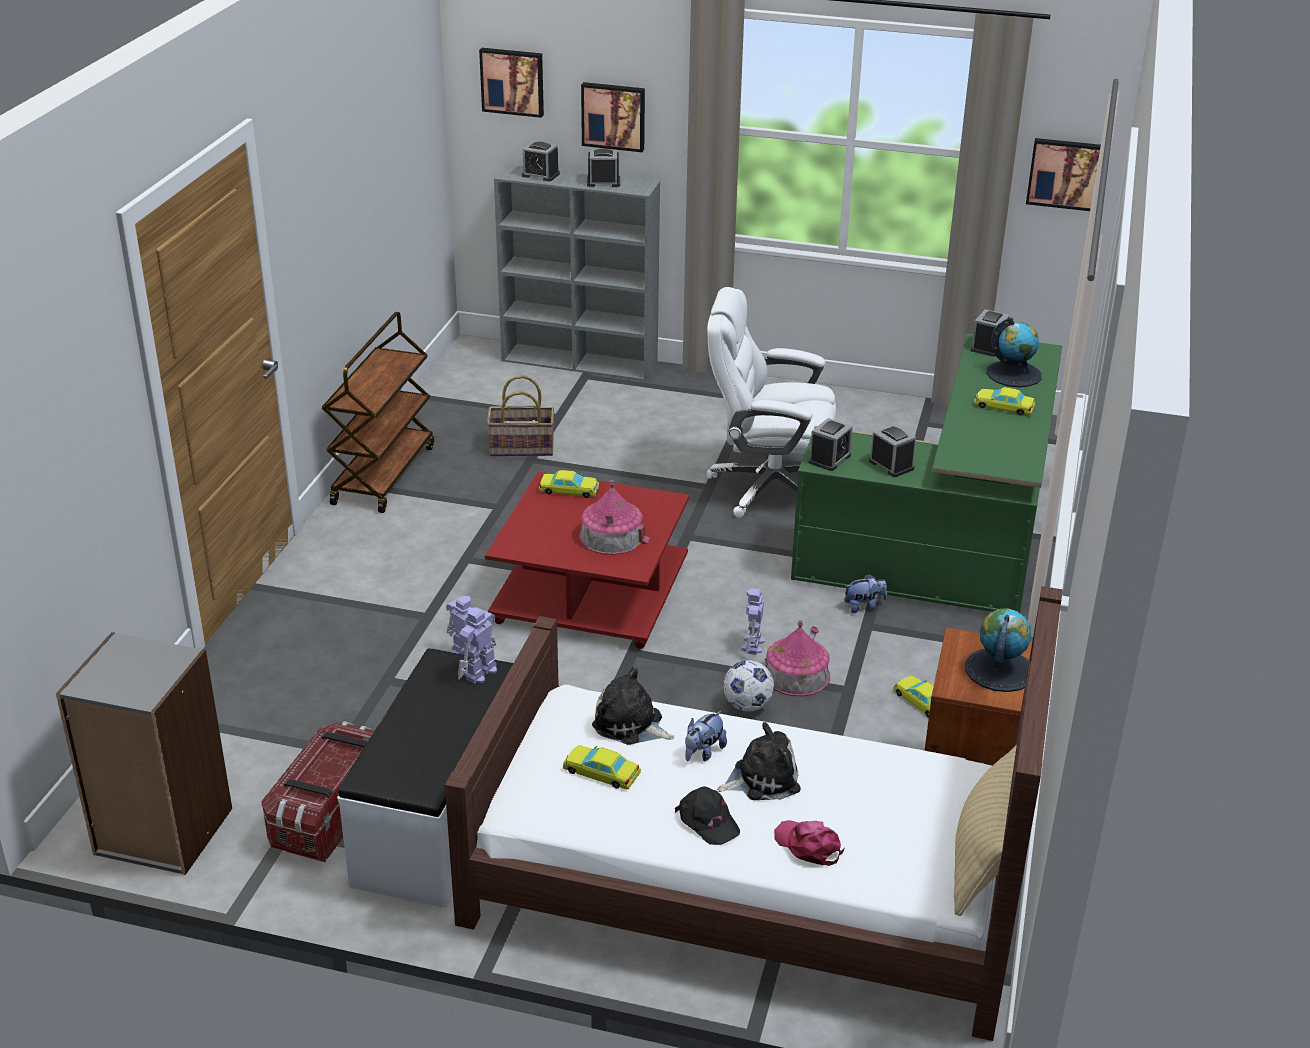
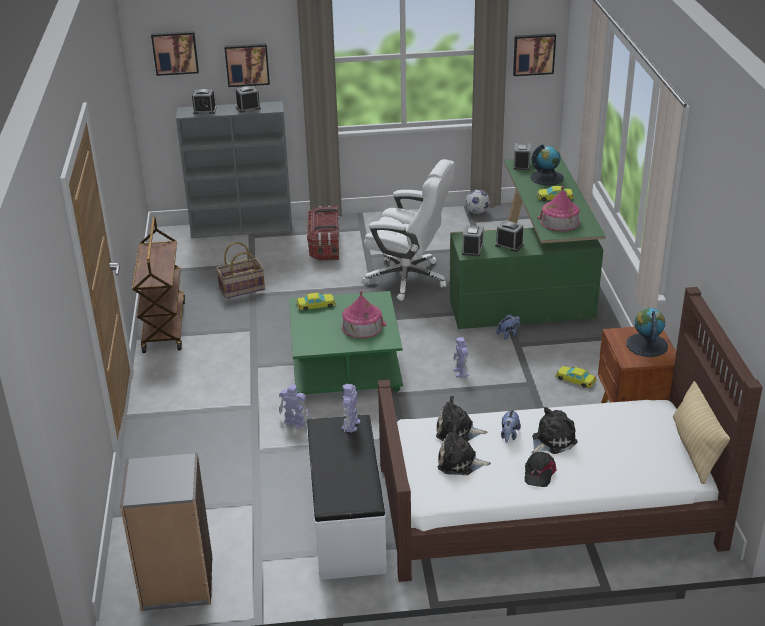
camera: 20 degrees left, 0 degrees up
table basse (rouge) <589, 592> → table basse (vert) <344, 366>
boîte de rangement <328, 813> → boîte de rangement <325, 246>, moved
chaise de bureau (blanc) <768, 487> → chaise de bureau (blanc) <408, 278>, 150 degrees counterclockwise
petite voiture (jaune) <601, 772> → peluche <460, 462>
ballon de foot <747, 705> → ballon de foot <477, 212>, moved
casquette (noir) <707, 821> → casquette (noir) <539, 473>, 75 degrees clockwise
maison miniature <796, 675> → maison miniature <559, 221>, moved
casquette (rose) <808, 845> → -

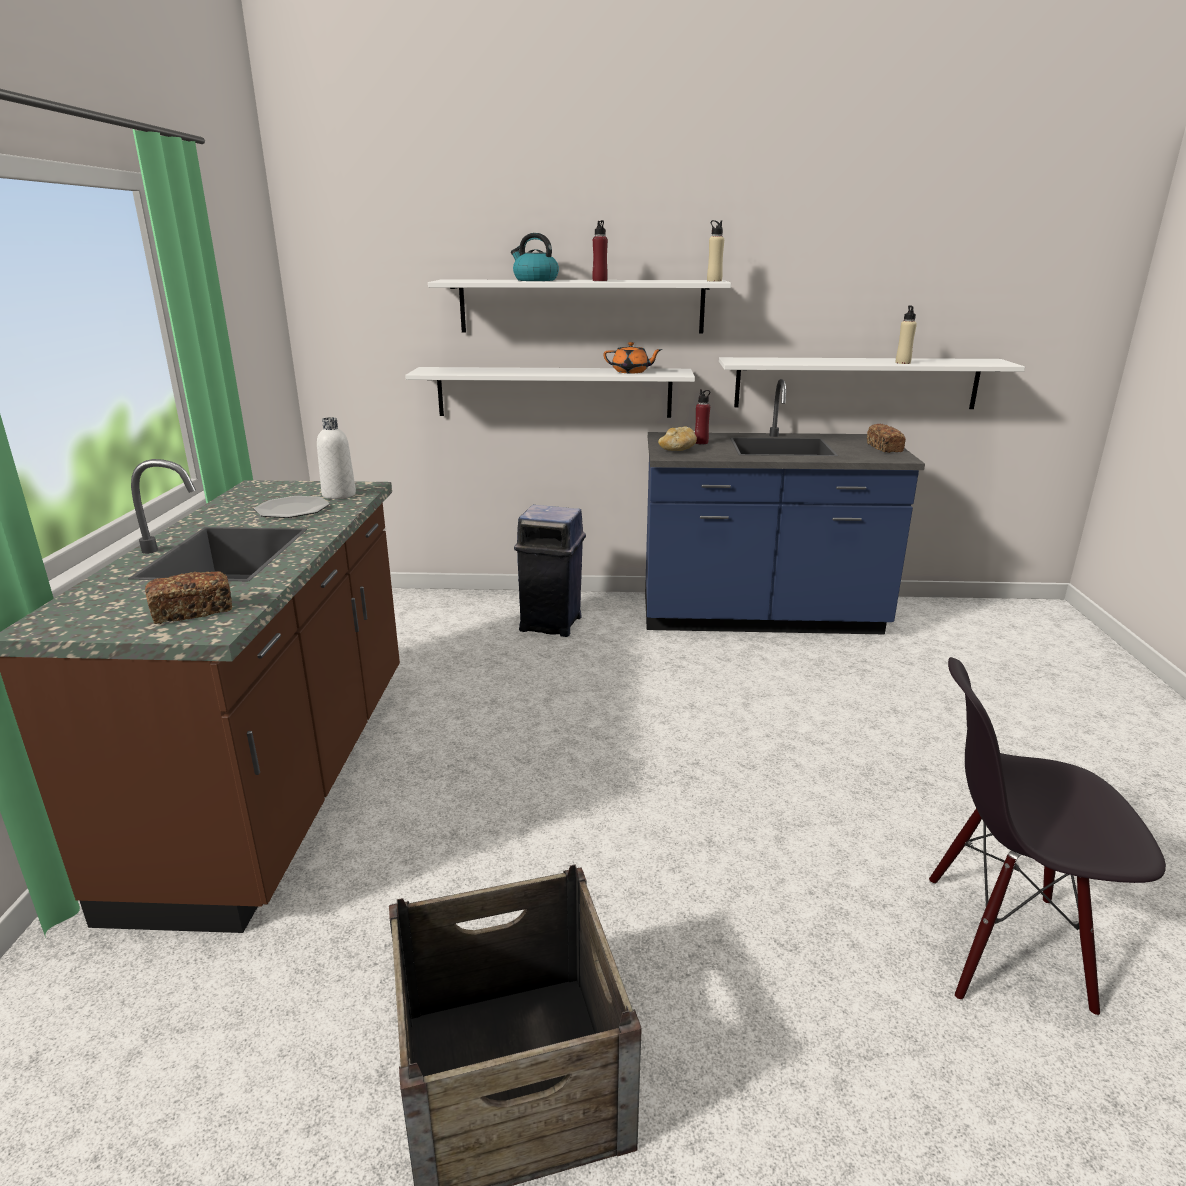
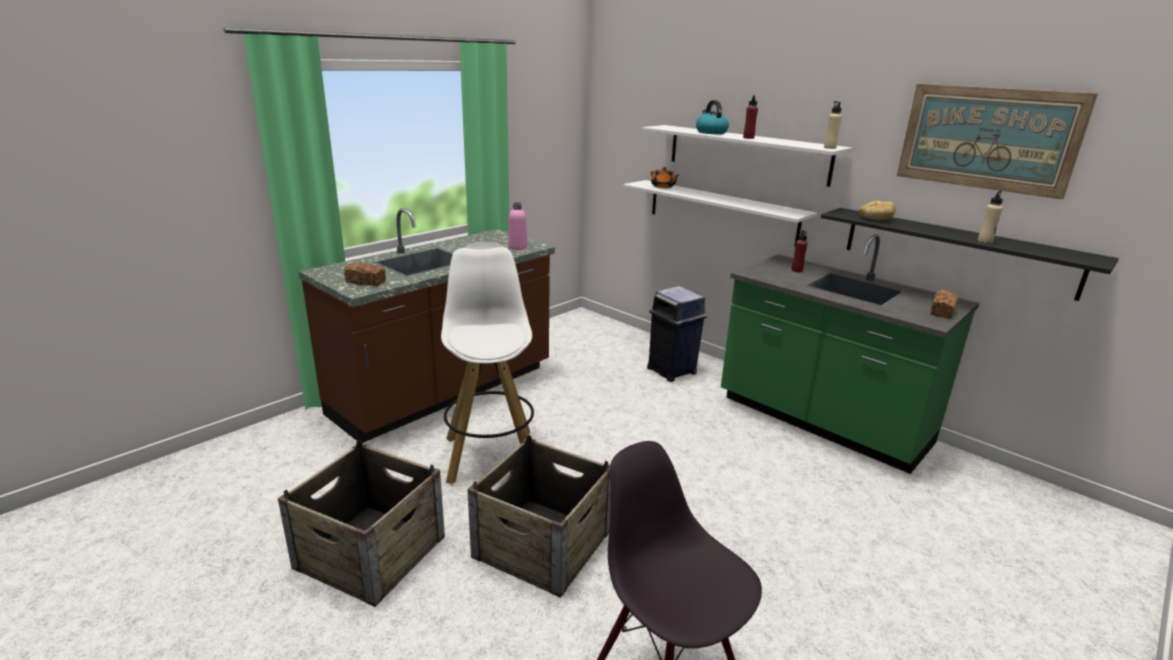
camera: 40 degrees right, 0 degrees up
- → tabouret (blanc) <490, 455>
- → caisse <542, 543>
bouteille (blanc) <339, 495> → bouteille (rose) <517, 247>
théière (orange) <631, 372> → théière (orange) <663, 187>, moved
comptoir de cuisine (bleu) <760, 618> → comptoir de cuisine (vert) <821, 422>
étagère (blanc) <856, 383> → étagère (noir) <956, 251>
pain <677, 450> → pain <875, 219>, moved
- → tableau <987, 138>

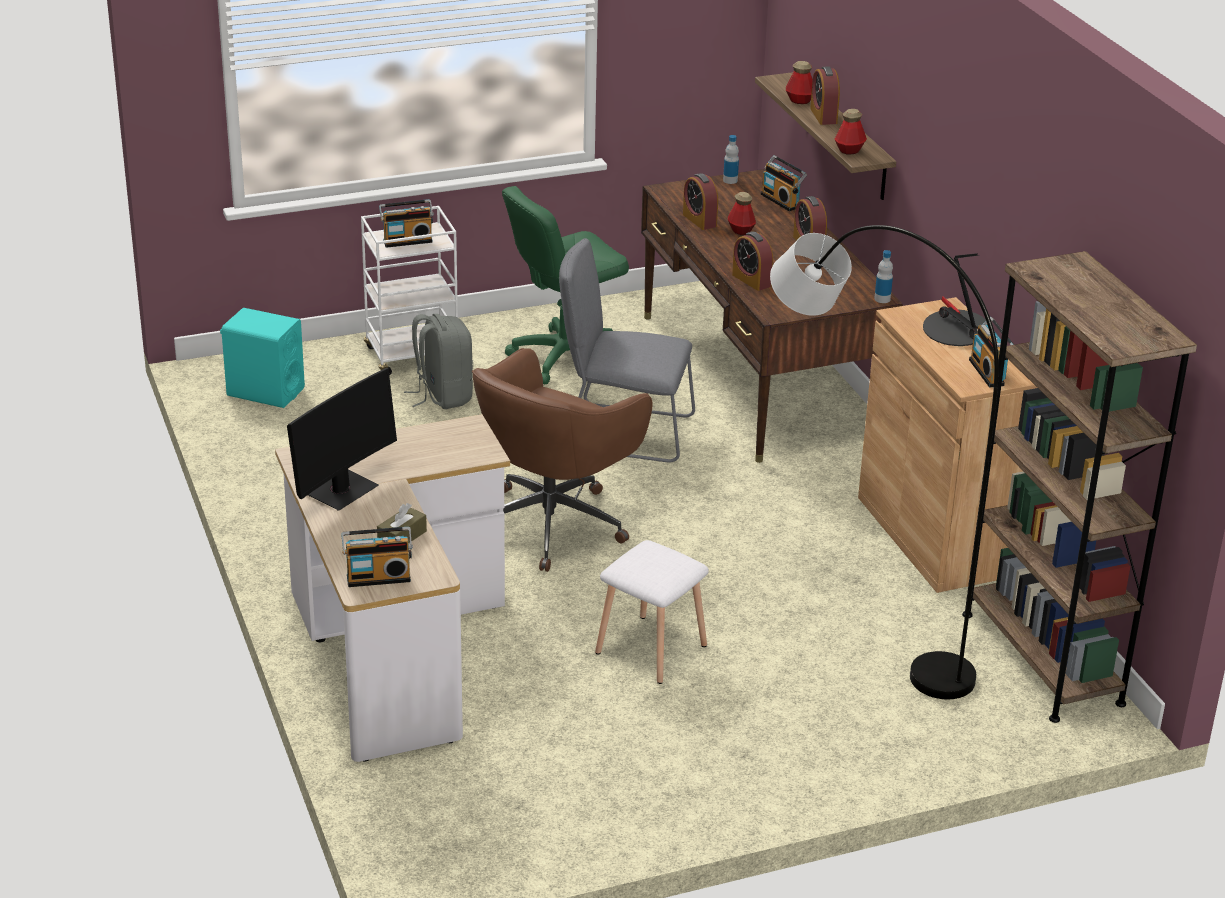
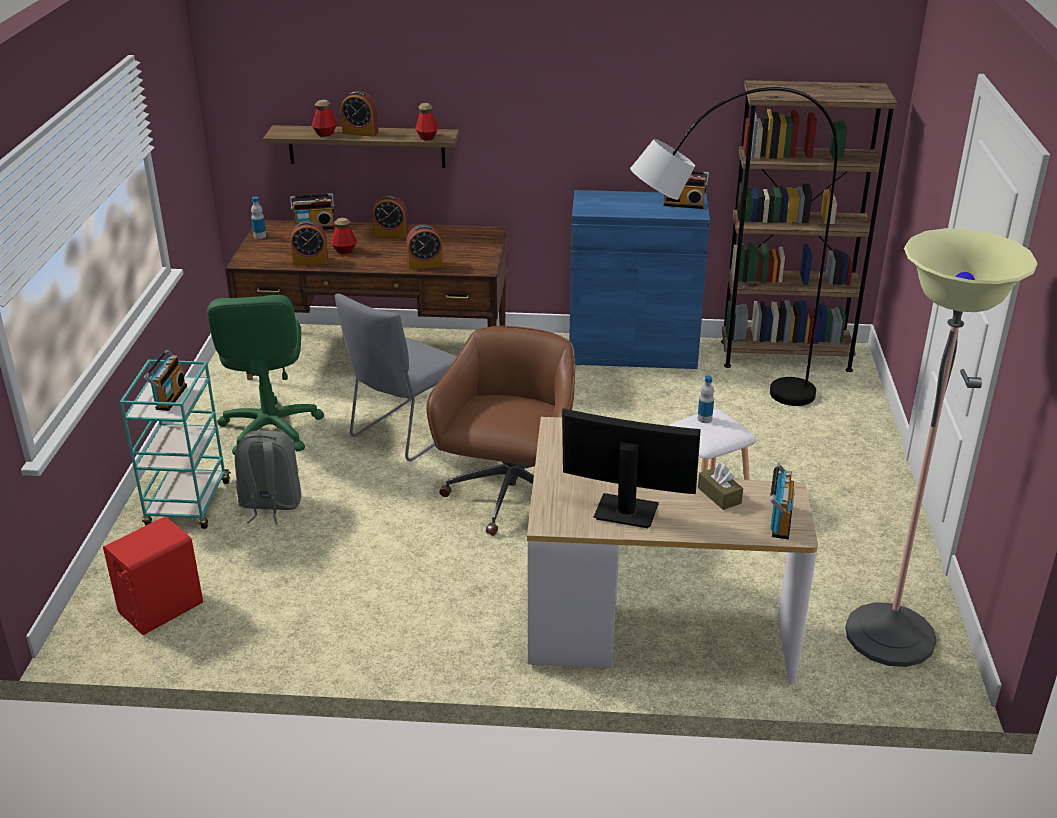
camera: 65 degrees left, 0 degrees up
enceinte (turquoise) <265, 392> → enceinte (rouge) <160, 608>
chariot (blanc) <413, 356> → chariot (turquoise) <188, 505>
chaise de bureau (marron) <553, 523> → chaise de bureau (marron) <510, 497>, 135 degrees counterclockwise
écran d'ordinateur <342, 491> → écran d'ordinateur <626, 511>, 45 degrees counterclockwise
meuble de rangement (marron) <935, 536> → meuble de rangement (bleu) <632, 351>
bouteille <882, 299> → bouteille <704, 419>, moved
- → lampadaire <889, 635>
lampe de table <956, 331> → -

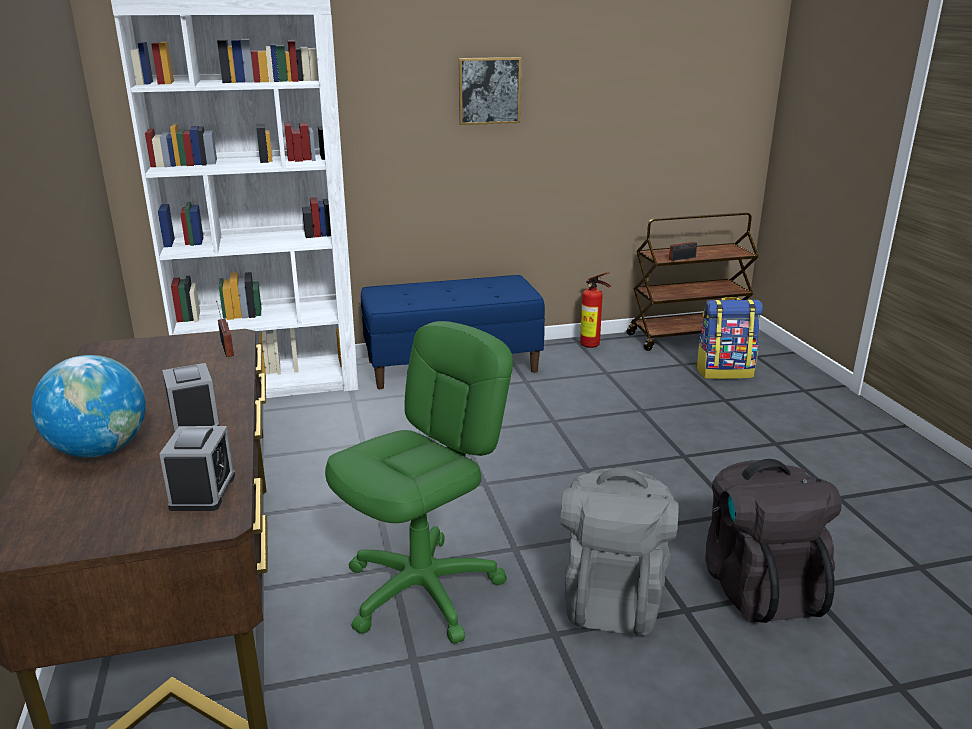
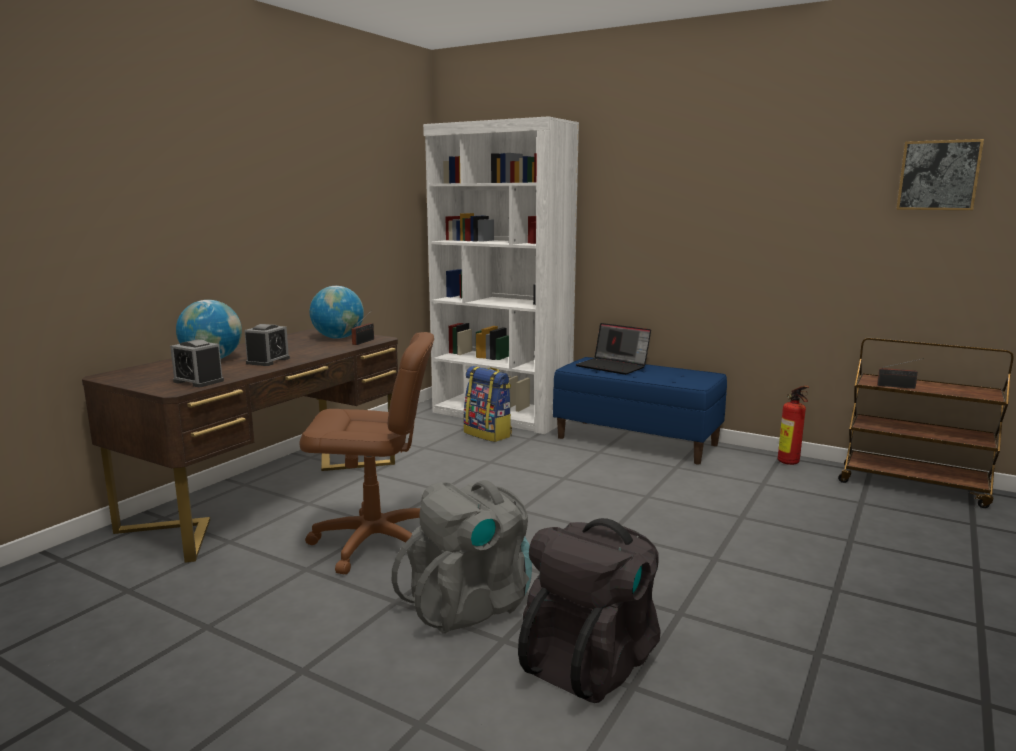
camera: 45 degrees right, 10 degrees down
réveil <203, 491> → réveil <198, 381>, 75 degrees clockwise
chaise de bureau (vert) <423, 591> → chaise de bureau (marron) <374, 543>
- → globe <338, 338>
sac à dos <724, 372> → sac à dos <488, 434>, moved
- → ordinateur portable <613, 366>
tableau <489, 91> → tableau <938, 175>, moved

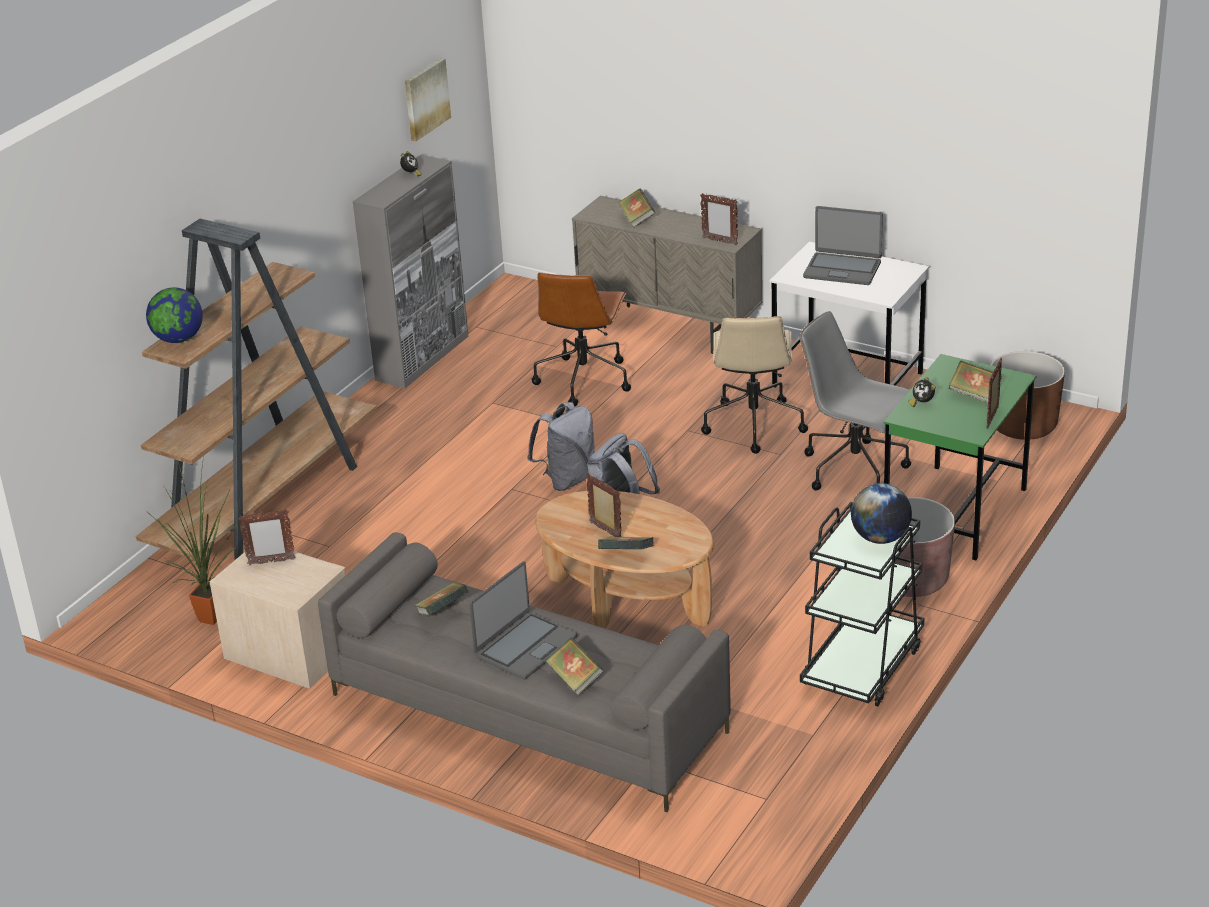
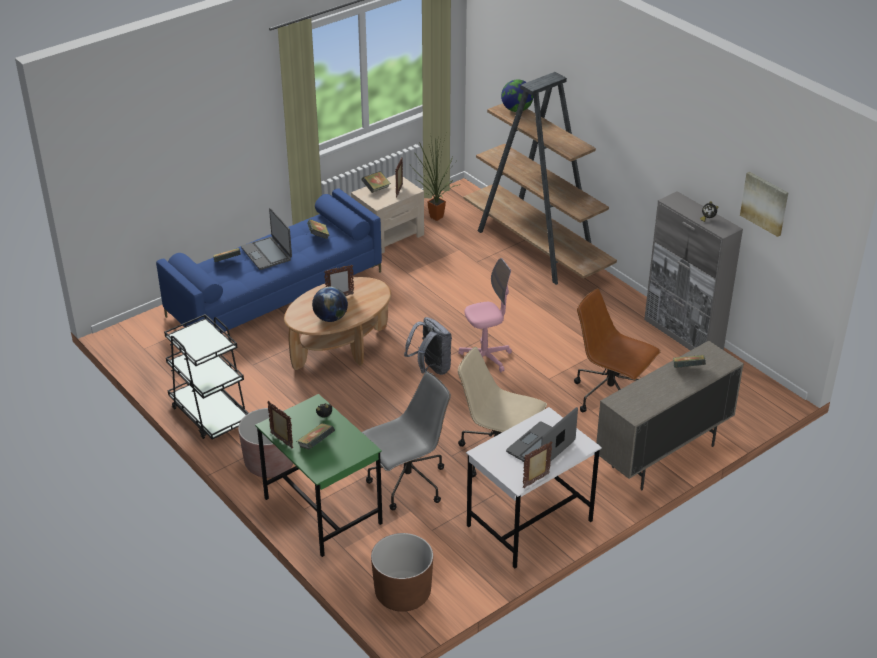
camera: 110 degrees right, 5 degrees up
canapé (gris) <525, 713> → canapé (bleu) <275, 293>
globe <880, 538> → globe <330, 318>, moved
livre <626, 556> → livre <376, 189>, moved
sac à dos (gris) <567, 479> → chaise de bureau (rose) <485, 358>
cadre photo <719, 241> → cadre photo <536, 481>, moved

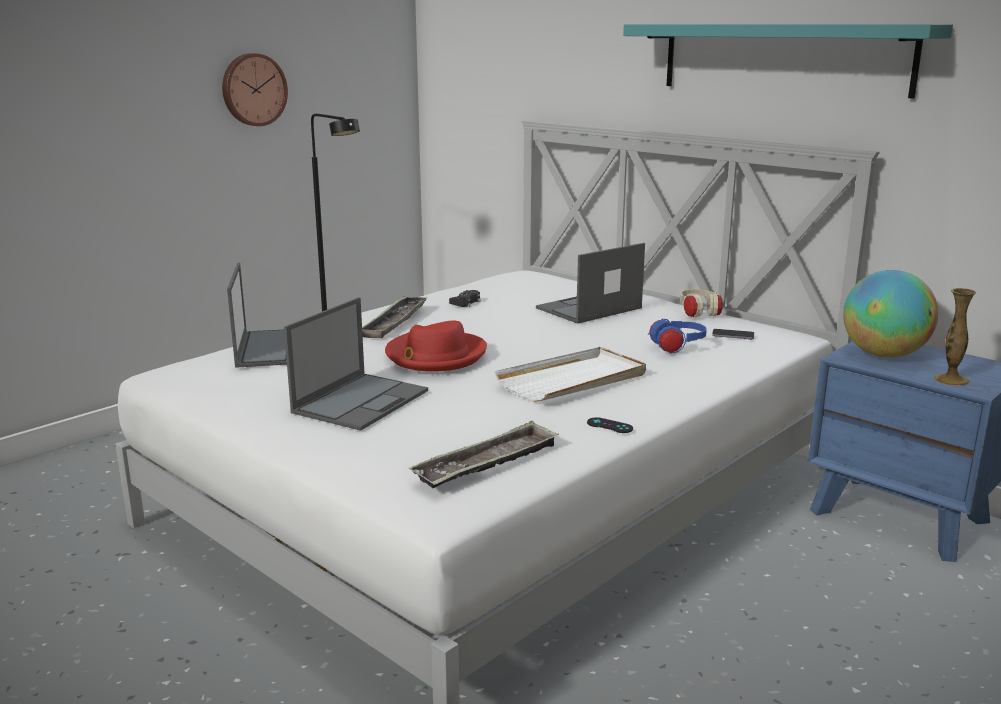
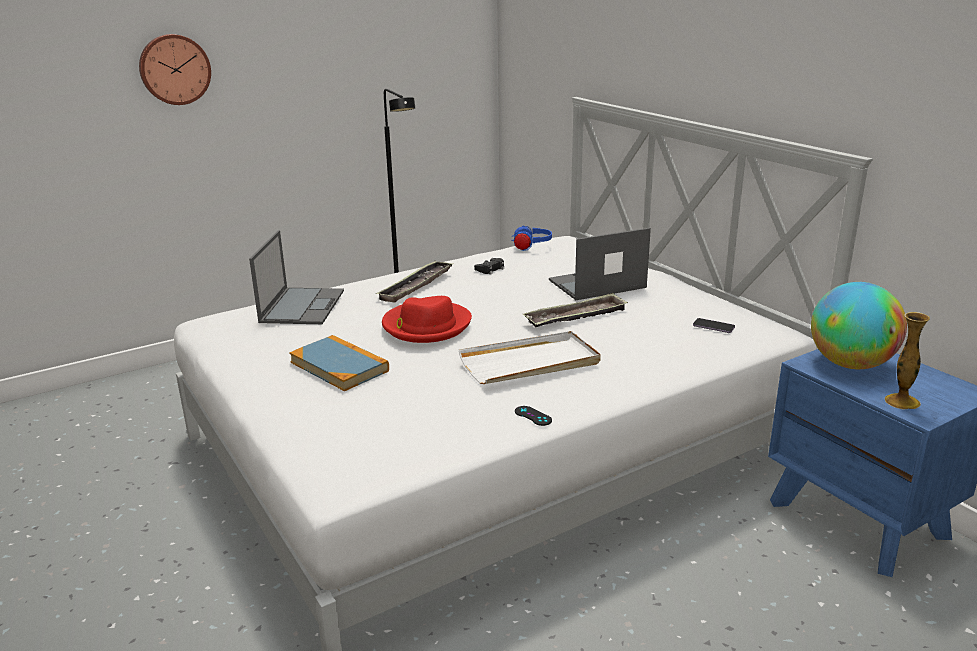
camera: 15 degrees right, 5 degrees up
horloge murale <253, 89> → horloge murale <174, 69>, moved
ordinateur portable <361, 401> → livre <339, 366>
casque audio (bleu) <676, 348> → casque audio (bleu) <531, 247>, moved
plateau <487, 463> → plateau <576, 317>, moved
étagère (turquoise) <782, 58> → -
casque audio (beige) <699, 314> → -

